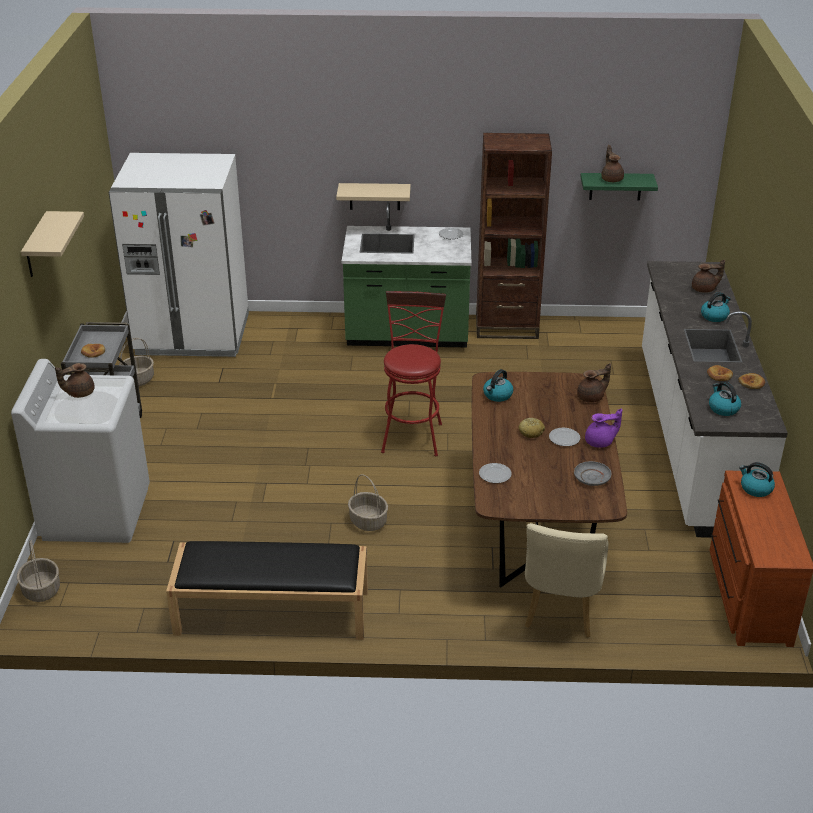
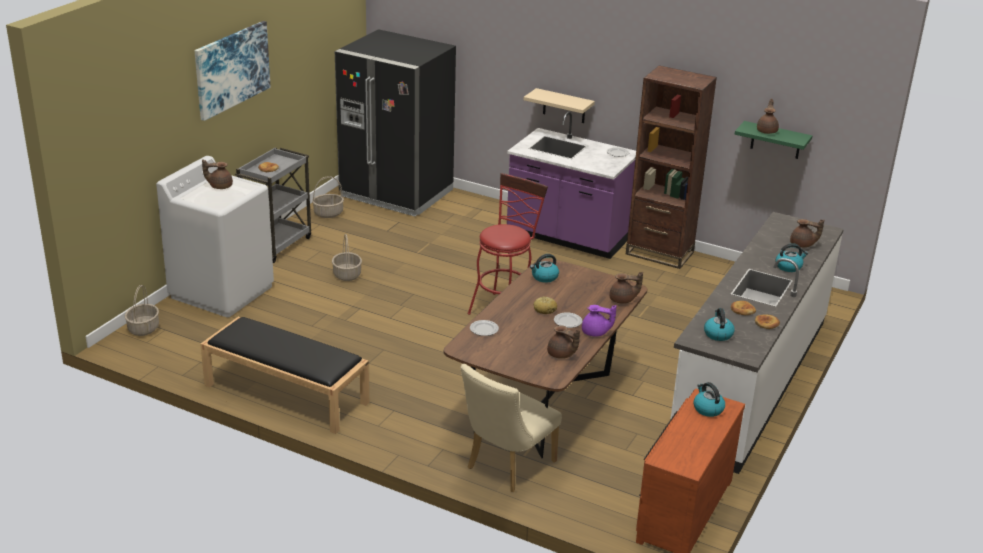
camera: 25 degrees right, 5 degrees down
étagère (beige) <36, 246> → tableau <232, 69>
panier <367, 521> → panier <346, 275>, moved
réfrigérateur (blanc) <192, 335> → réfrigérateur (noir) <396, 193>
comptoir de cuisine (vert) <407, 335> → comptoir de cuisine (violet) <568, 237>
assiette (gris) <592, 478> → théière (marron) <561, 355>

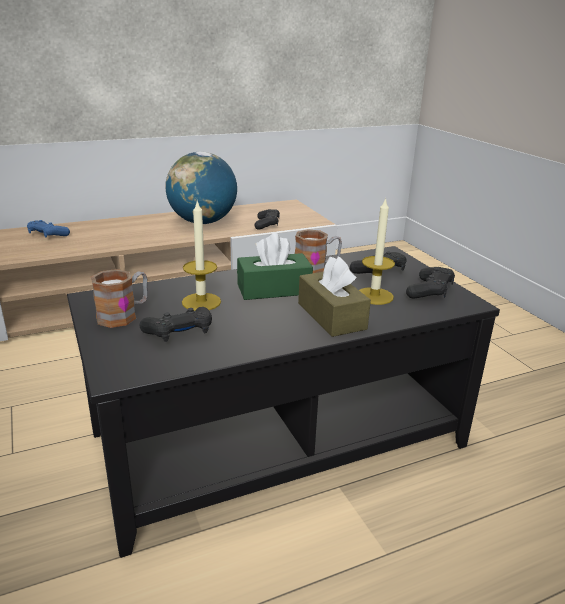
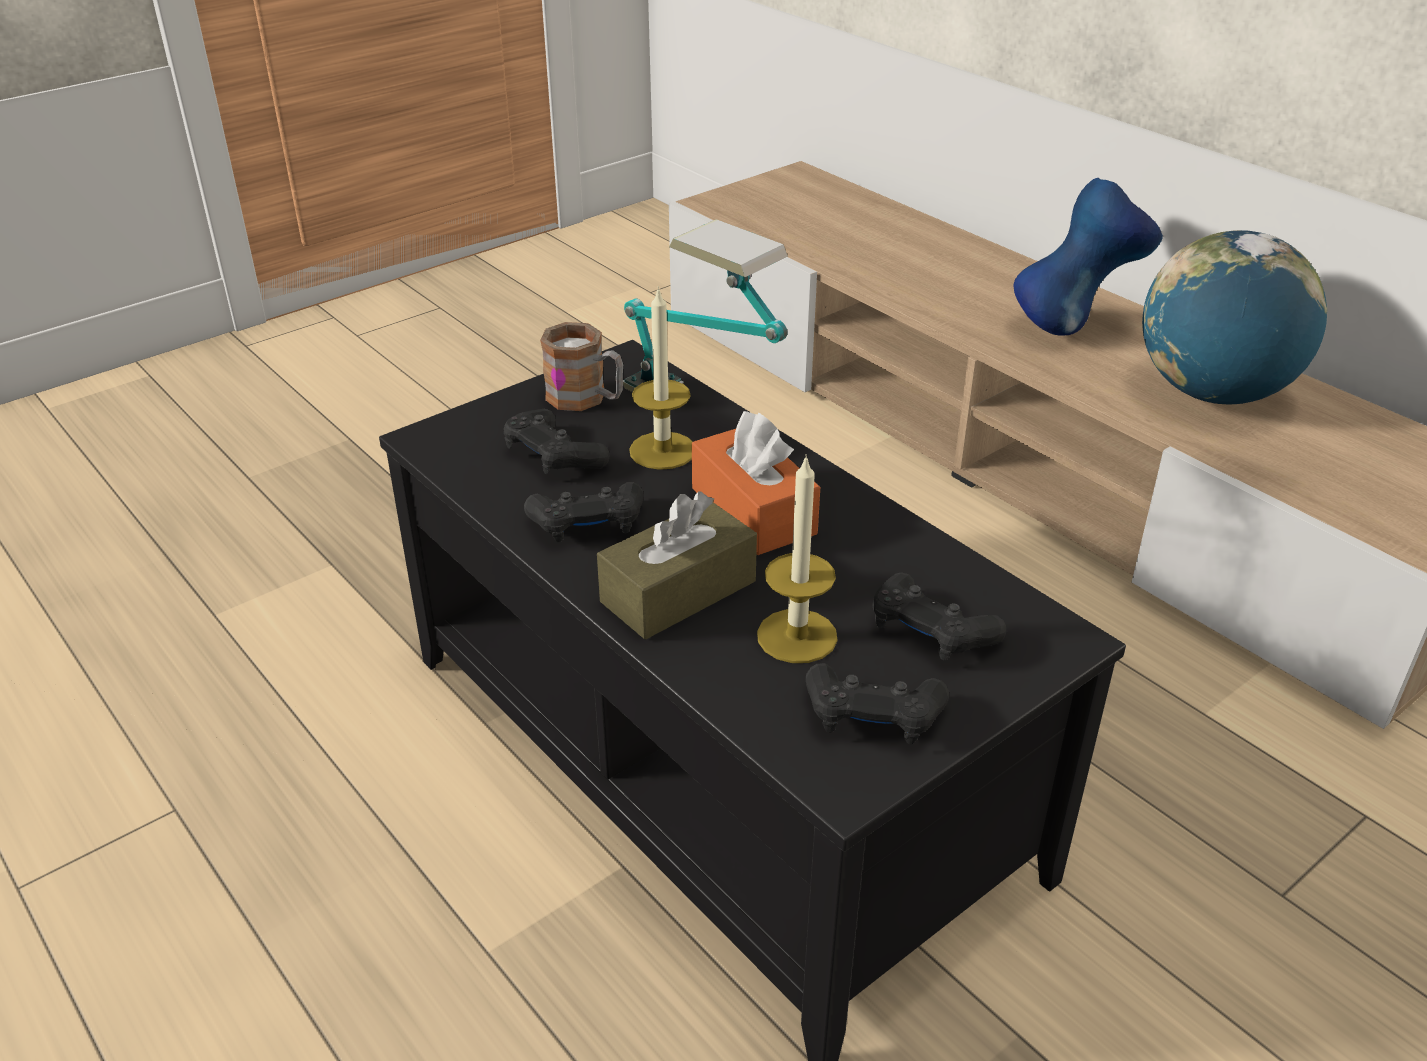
camera: 75 degrees right, 10 degrees up
manette (noir) <267, 224> → manette (noir) <588, 525>, moved
- → lampe de table <703, 412>
boîte à mouchoirs (vert) <274, 289> → boîte à mouchoirs (orange) <753, 511>
- → vase (bleu) <1075, 326>
manette (bleu) <48, 235> → -
mug <317, 269> → -

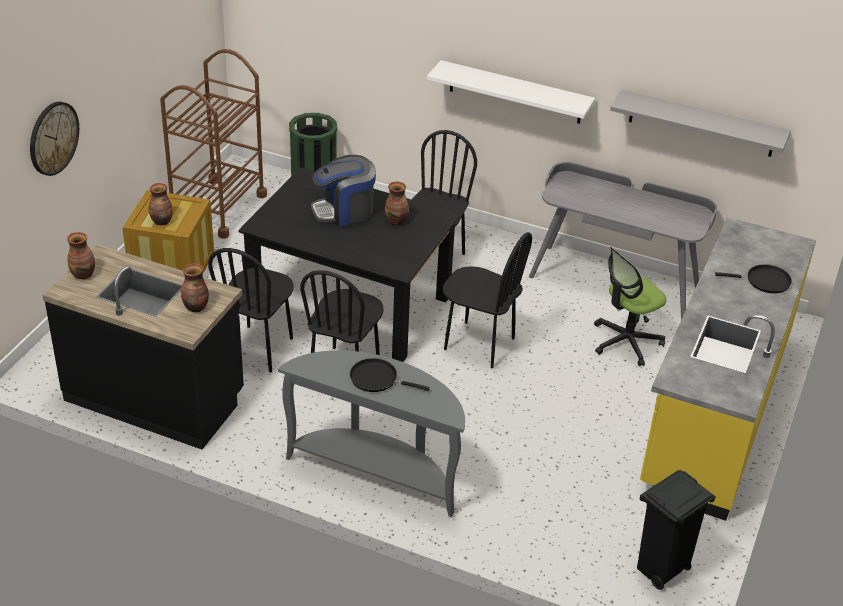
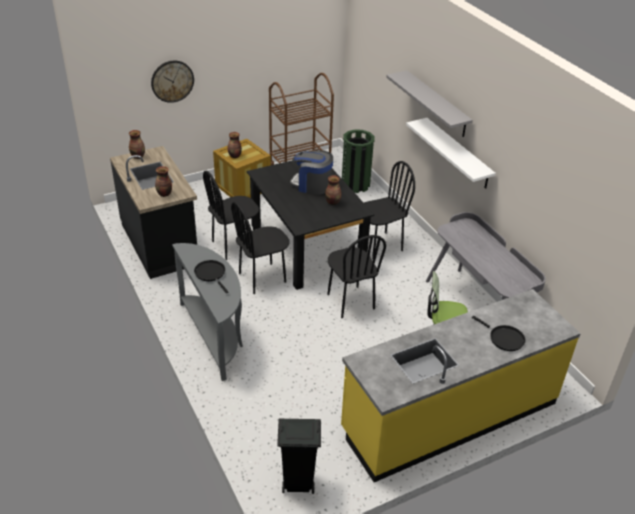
camera: 40 degrees right, 0 degrees up
étagère (gris) <701, 124> → étagère (gris) <436, 104>, moved

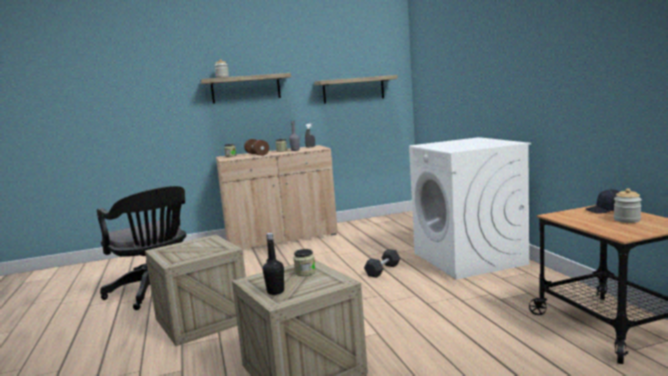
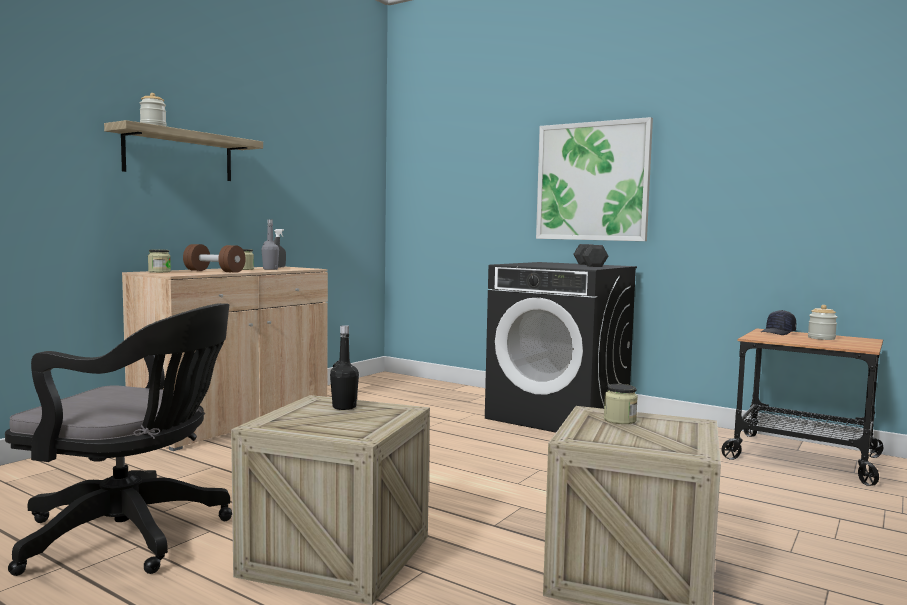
camera: 40 degrees left, 5 degrees down
bouteille (noir) <275, 291> → bouteille (noir) <344, 407>, moved
lave-linge (blanc) <469, 259> → lave-linge (noir) <559, 417>
- → tableau <592, 181>
haltère (gris) <383, 270> → haltère (gris) <589, 265>, moved
étagère <353, 89> → -

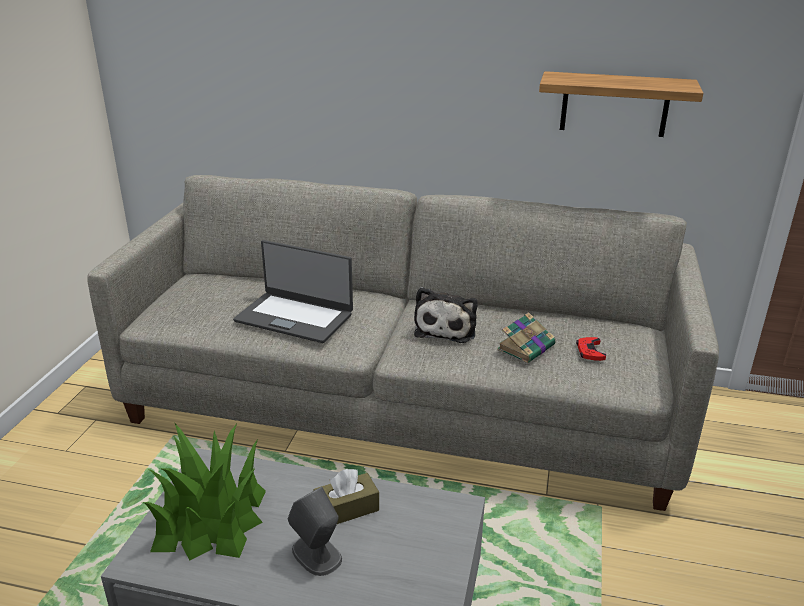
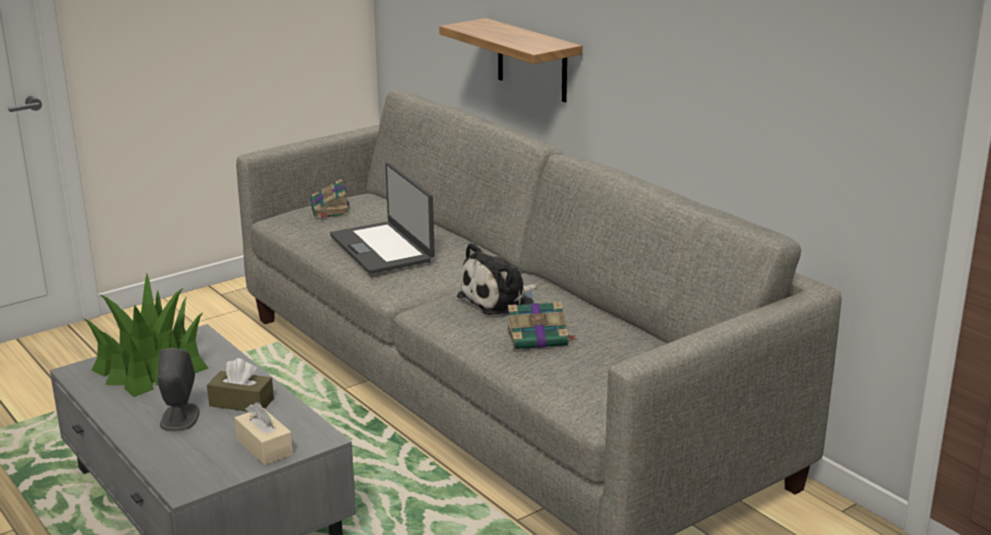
camera: 40 degrees right, 5 degrees down
- → boîte à mouchoirs (beige) <264, 447>
- → livre <330, 209>
étagère <614, 104> → étagère <532, 60>, moved
manette (rouge) <590, 351> → -

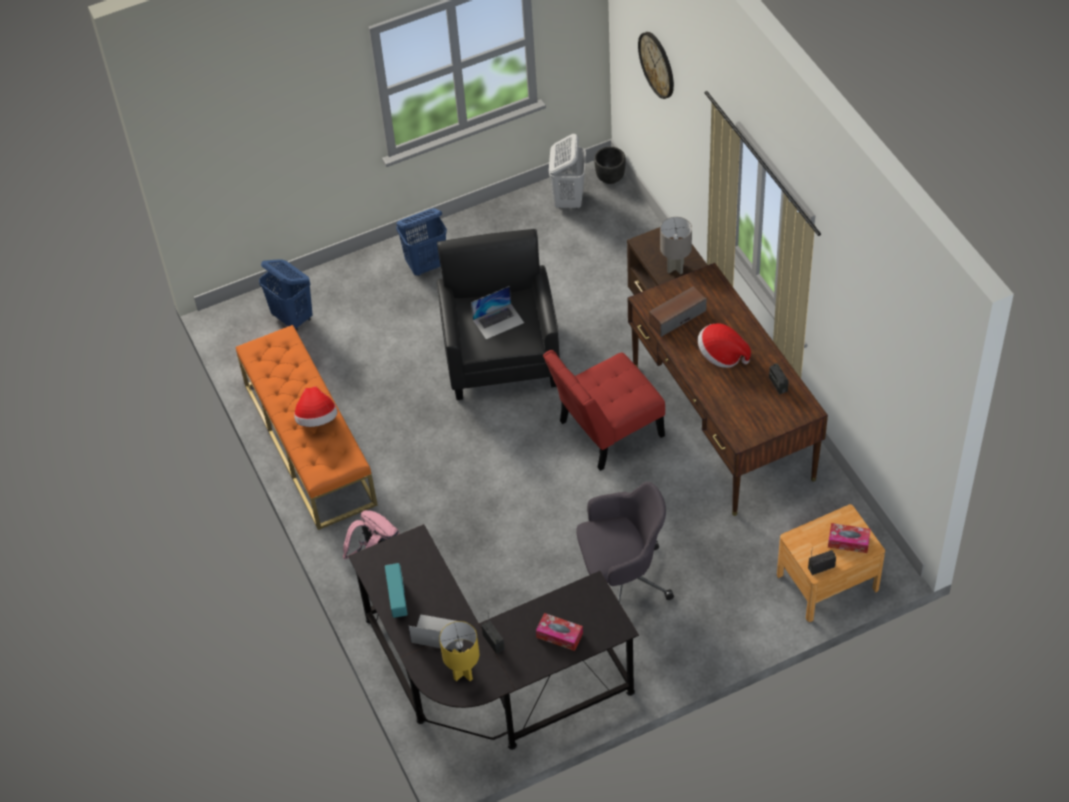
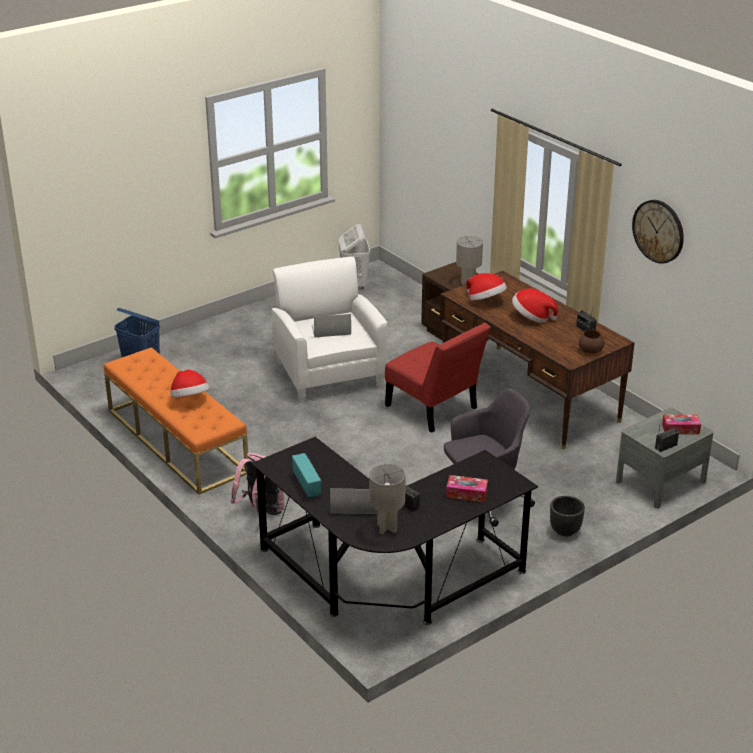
camera: 15 degrees left, 20 degrees down
fauteuil (noir) <501, 355> → fauteuil (blanc) <329, 373>
ordinateur portable <498, 321> → ordinateur portable <331, 330>, 150 degrees counterclockwise
lampe de table (jaune) <463, 673> → lampe de table (gris) <386, 528>
chaise (rouge) <606, 431> → chaise (rouge) <434, 409>, 90 degrees counterclockwise
enceinte <677, 317> → chapeau <486, 300>
cache-pot (noir) <610, 178> → cache-pot (noir) <565, 531>, moved
- → bol (marron) <590, 350>
table de chevet (marron) <827, 582> → table de chevet (gris) <660, 481>
horloge murale <657, 64> → horloge murale <658, 231>, moved
panier à linge (bleu) <426, 265> → -

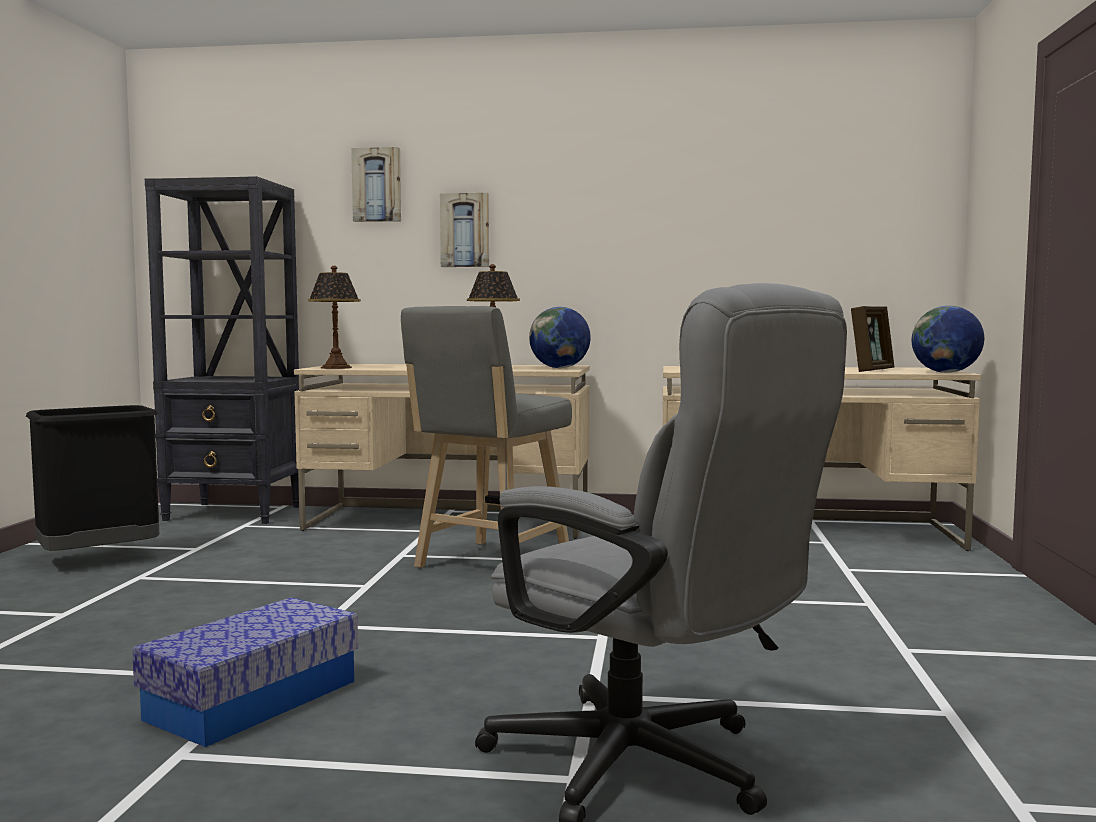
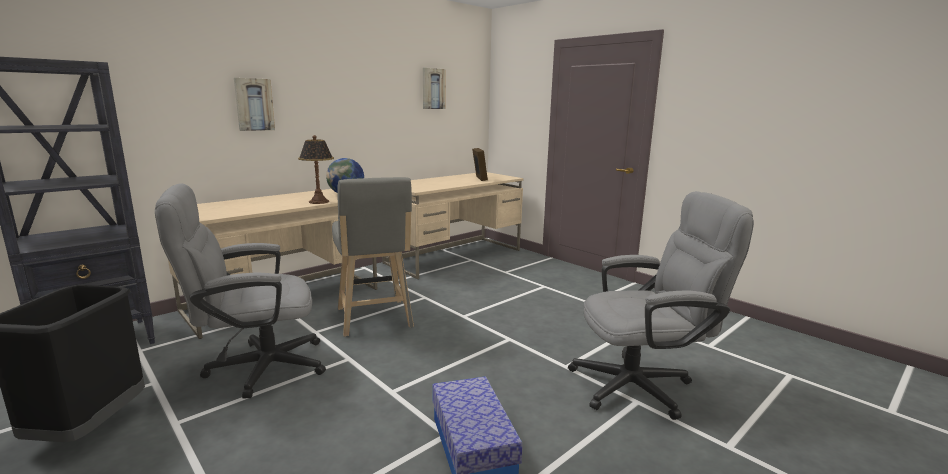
camera: 50 degrees left, 10 degrees up
- → chaise de bureau (gris) <255, 368>
tableau <377, 185> → tableau <433, 88>, moved
lampe de table <335, 368> → -
globe <946, 372> → -

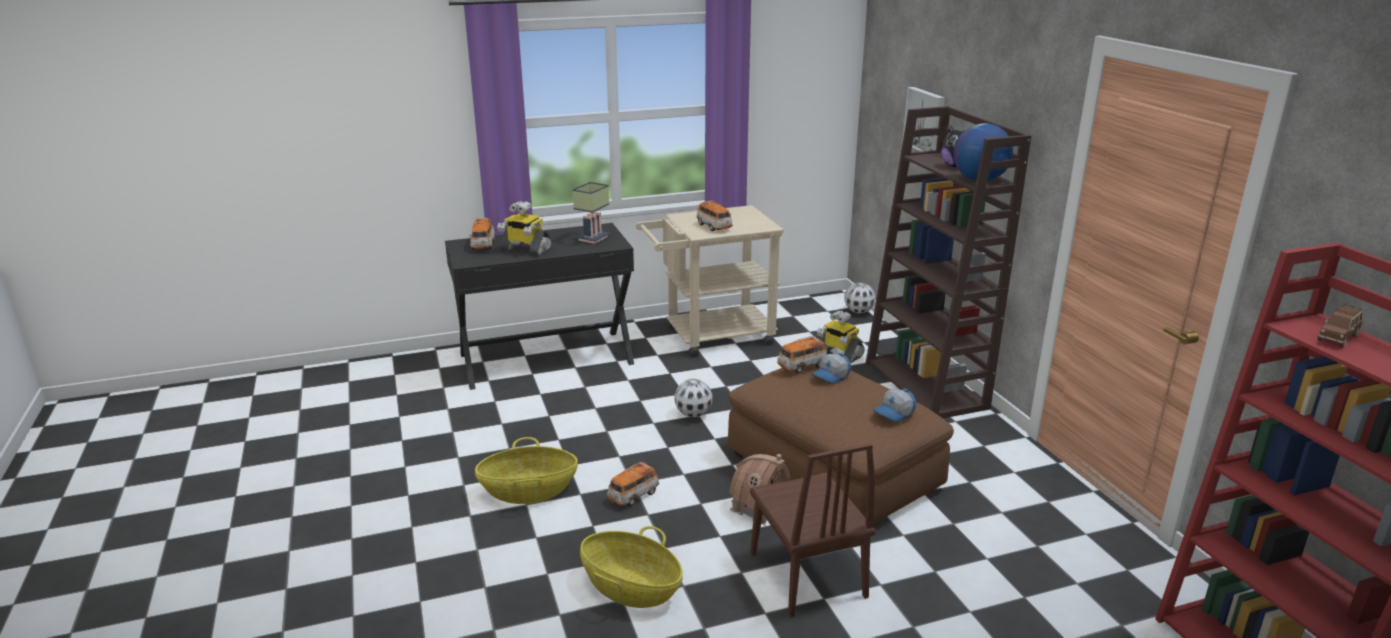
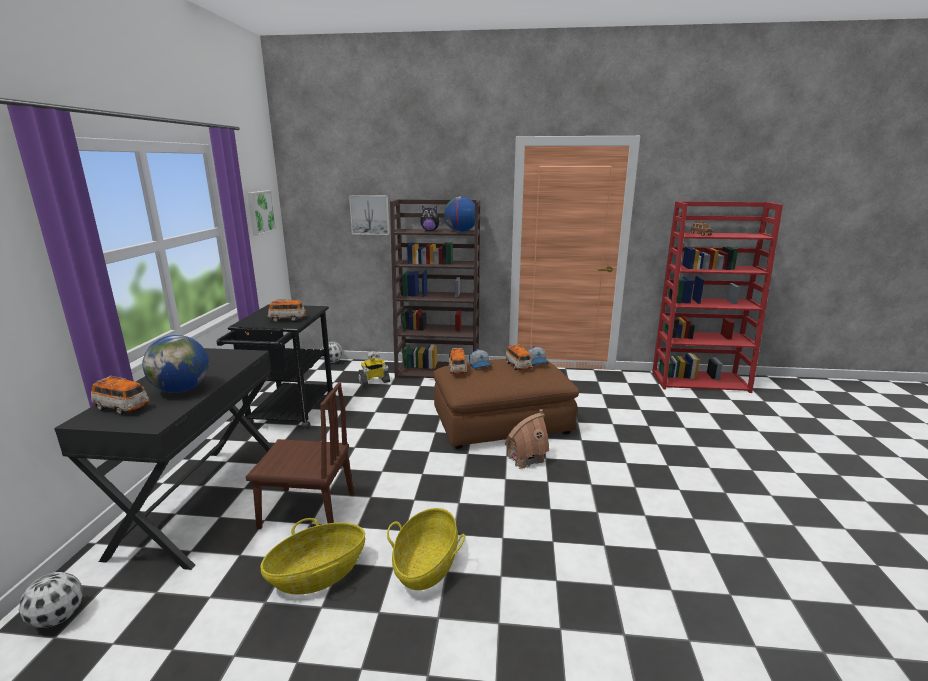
camera: 65 degrees left, 5 degrees down
ballon de foot <693, 414> → ballon de foot <58, 617>, moved
robot jouet <525, 250> → globe <182, 390>
chariot (beige) <710, 337> → chariot (noir) <288, 415>
chaise (marron) <807, 574> → chaise (marron) <307, 510>, moved
- → tableau <260, 212>
panier <631, 588> → panier <318, 574>, moved
petite voiture <633, 496> → petite voiture <518, 366>, moved
lampe de table <592, 238> → -

